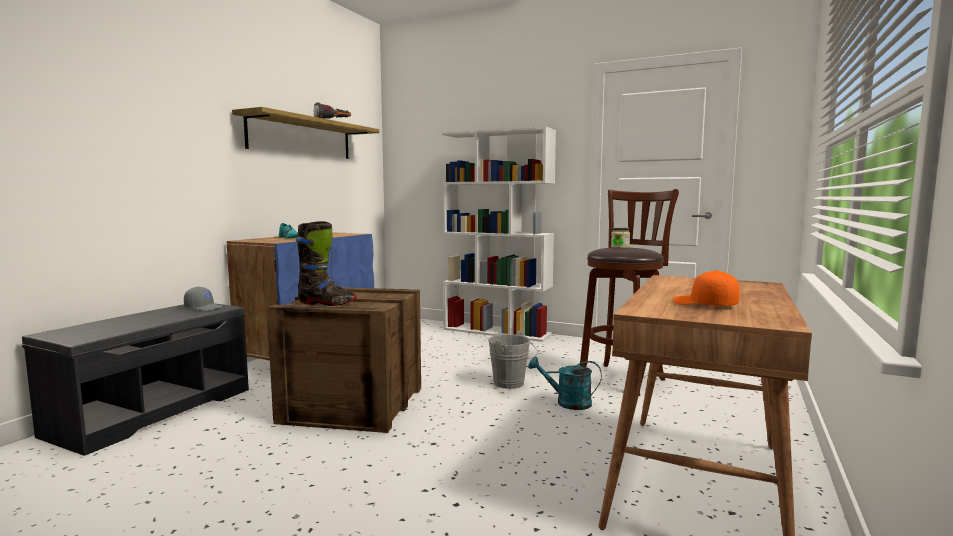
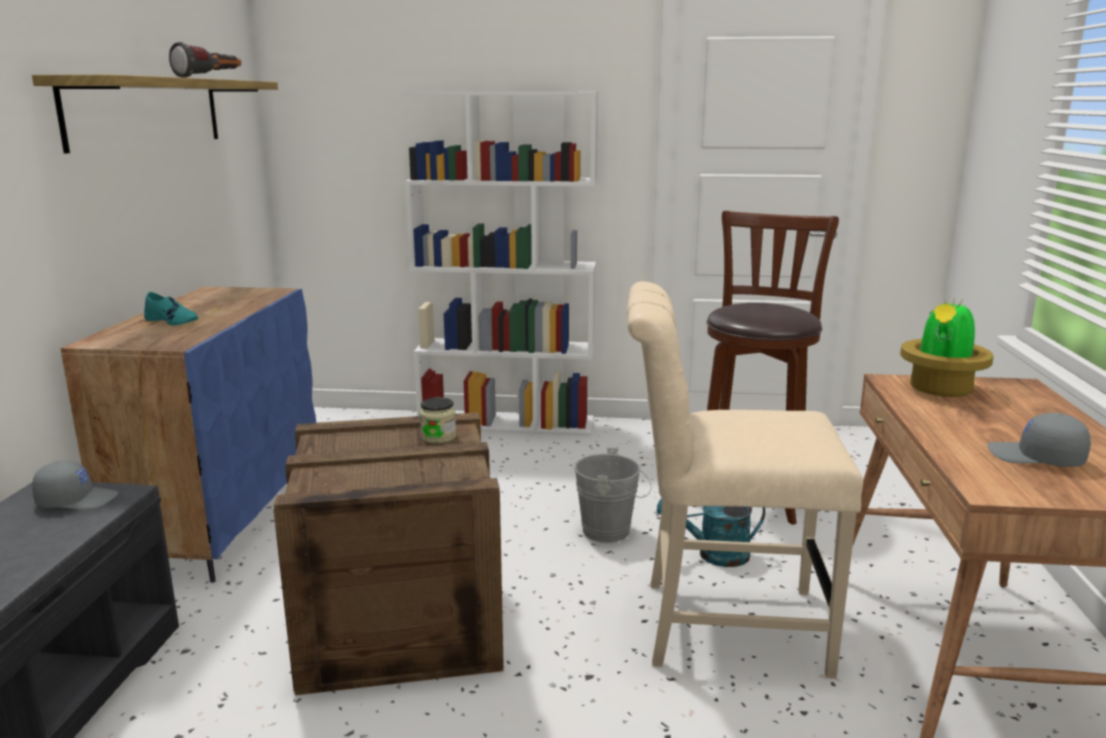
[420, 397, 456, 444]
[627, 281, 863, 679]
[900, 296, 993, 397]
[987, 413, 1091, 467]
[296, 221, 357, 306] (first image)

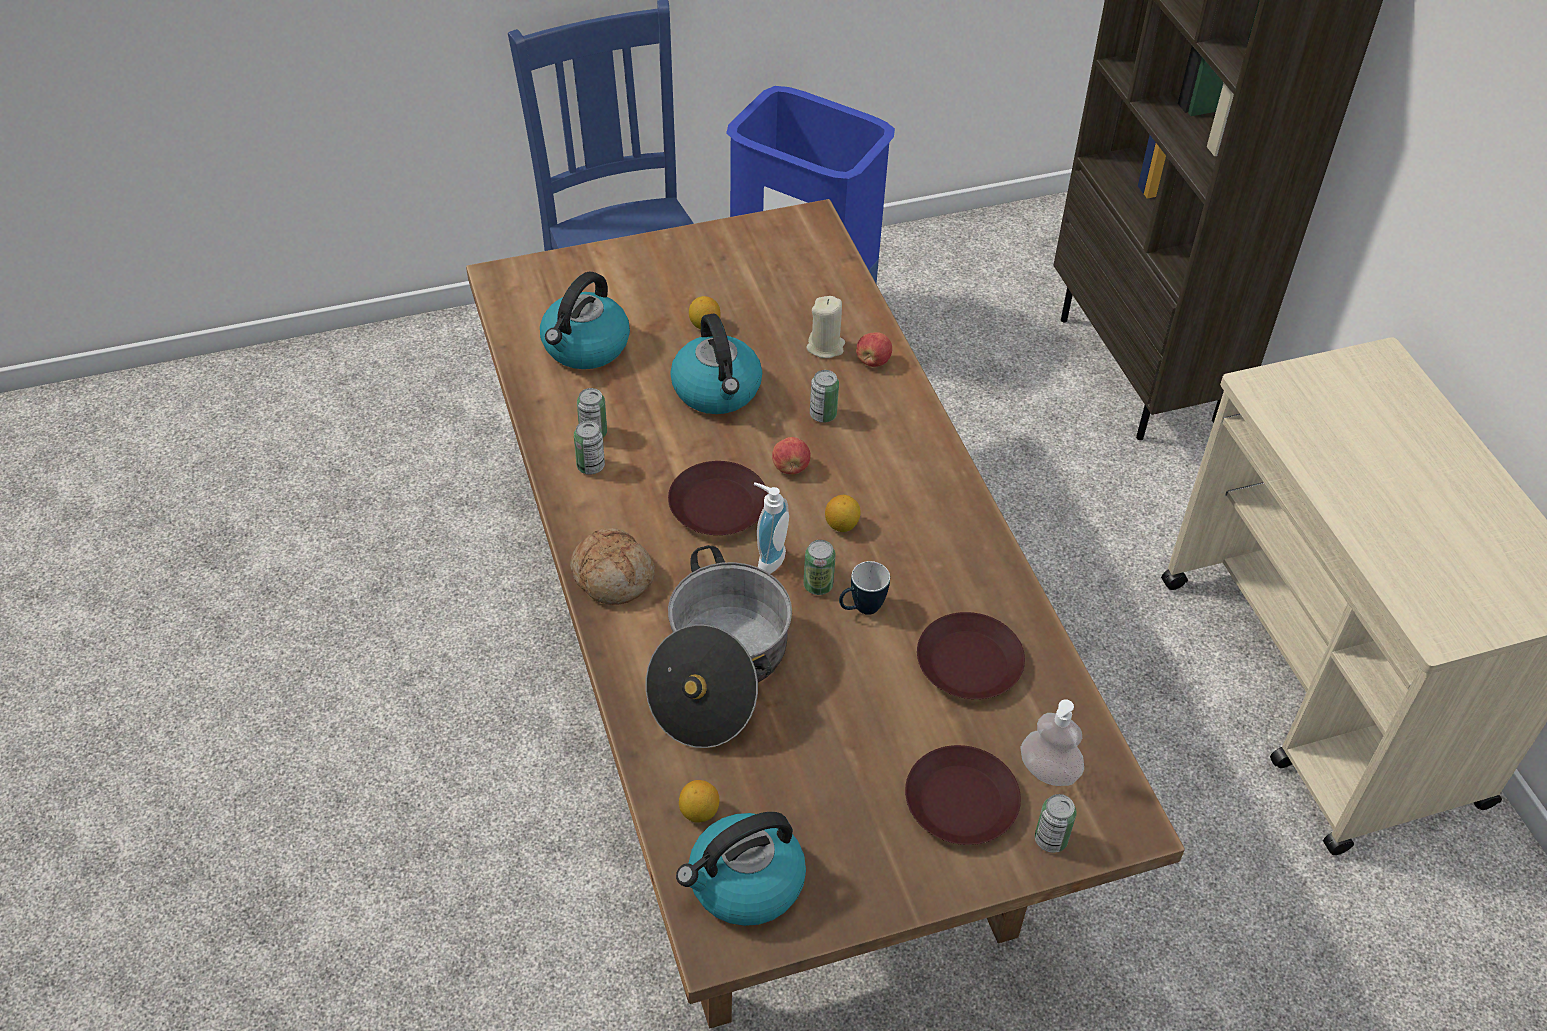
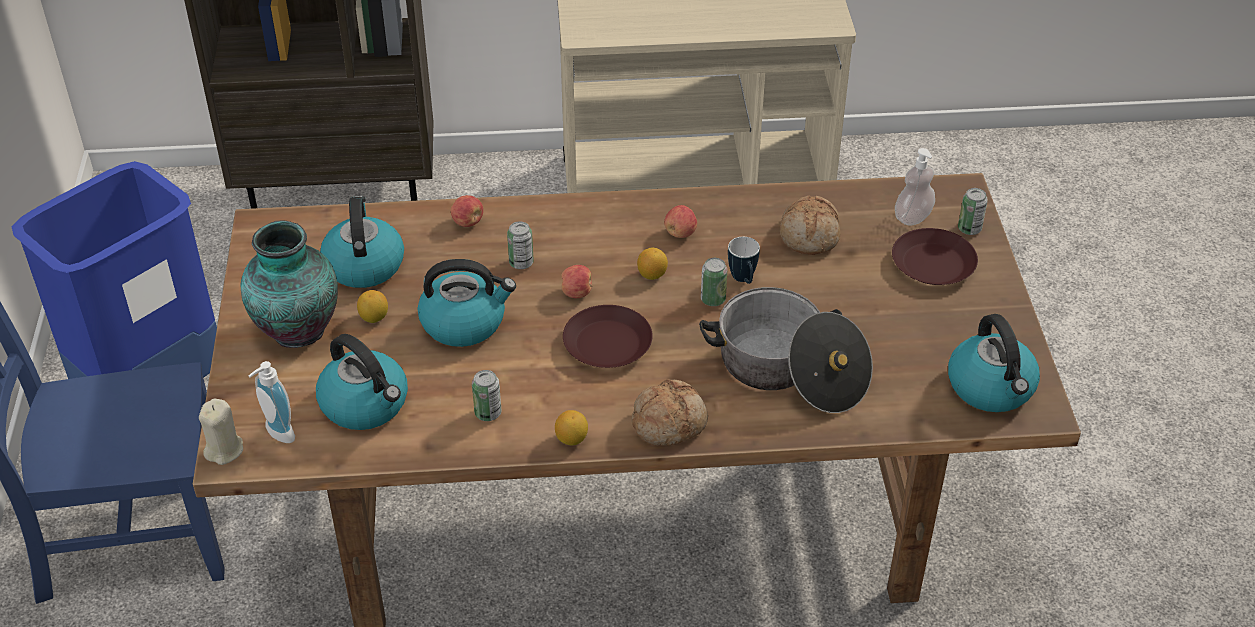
[199, 399, 243, 465]
[241, 221, 338, 348]
[249, 361, 295, 443]
[320, 196, 404, 288]
[555, 410, 588, 445]
[664, 205, 697, 238]
[780, 196, 840, 255]
[574, 421, 605, 475] (first image)

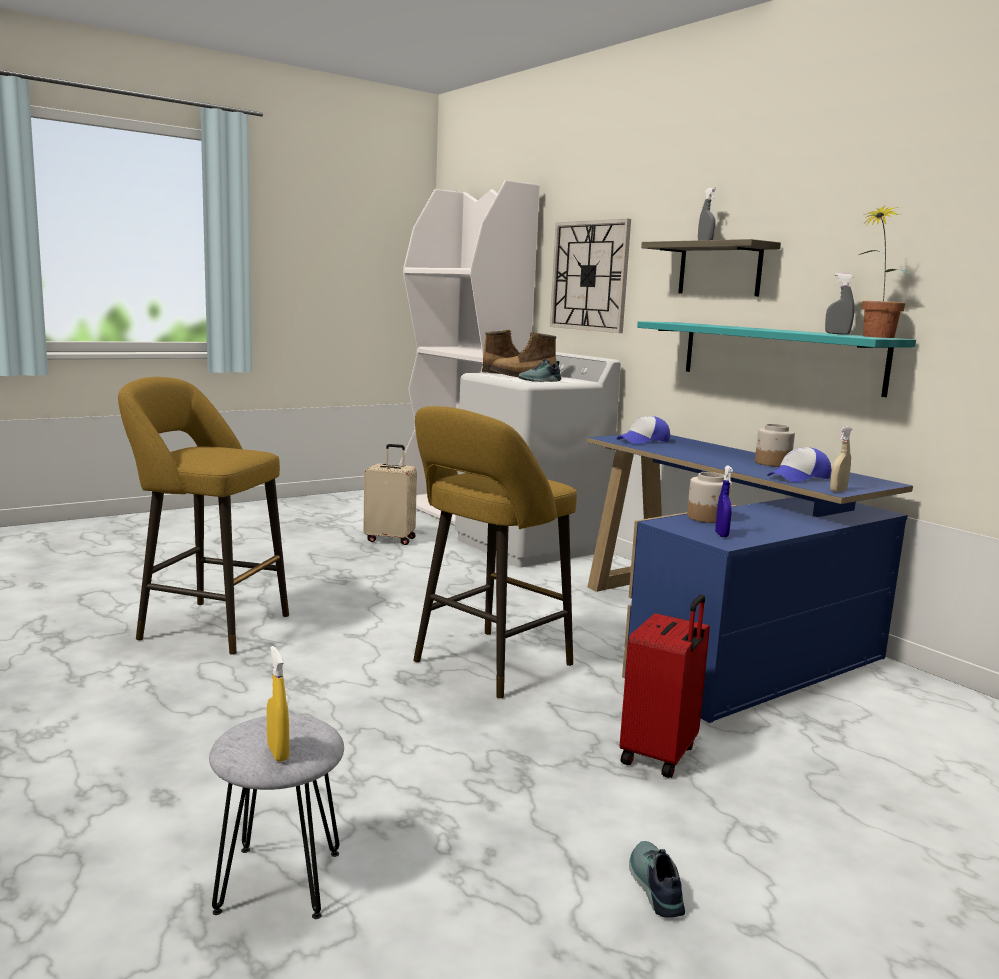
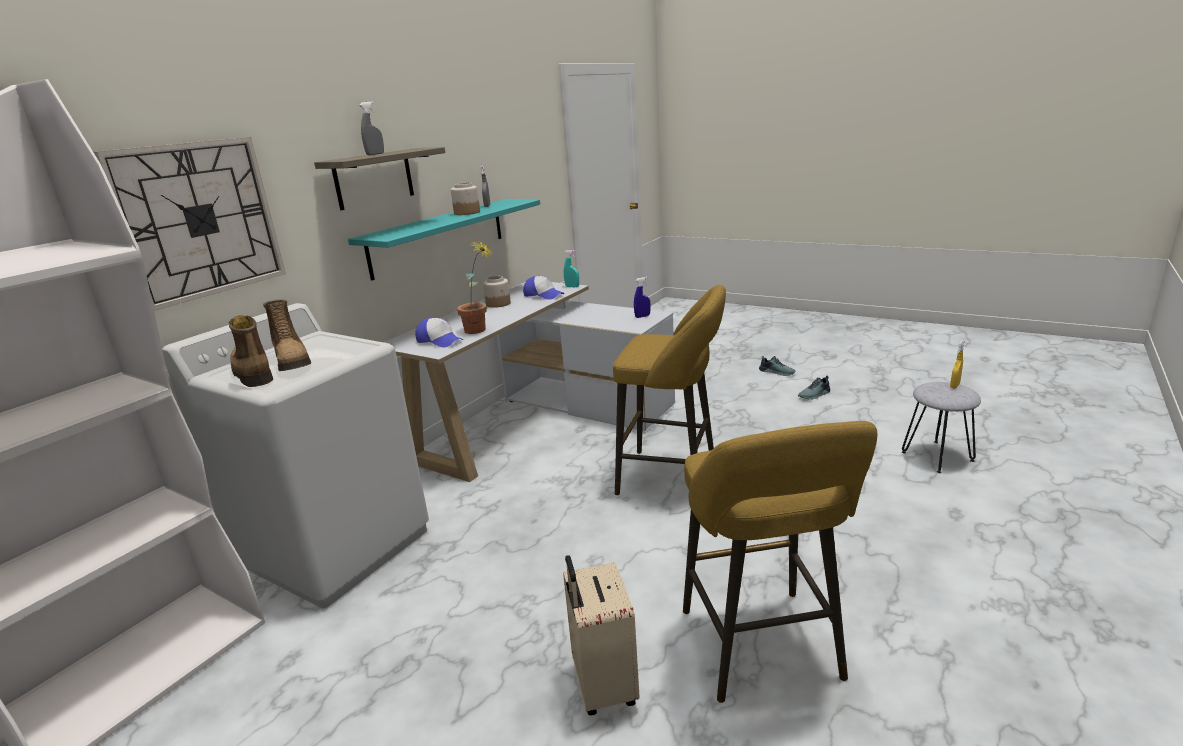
[384, 282, 675, 482]
[451, 182, 480, 215]
[457, 241, 495, 334]
[563, 555, 640, 715]
[564, 250, 579, 287]
[759, 356, 795, 376]
[620, 594, 710, 778] (first image)

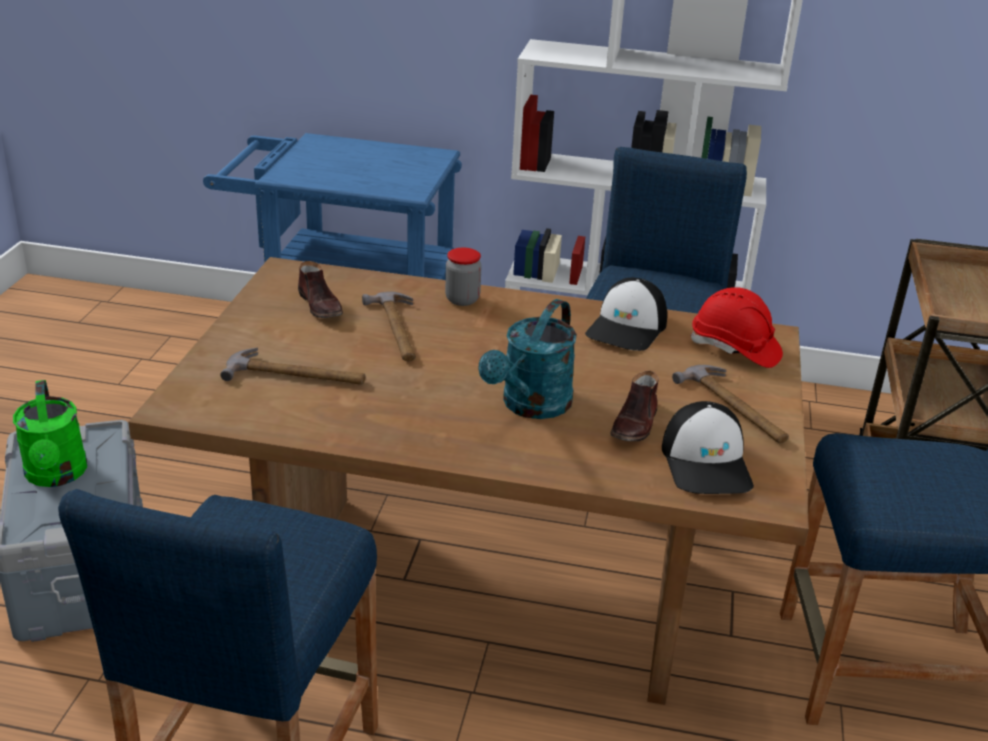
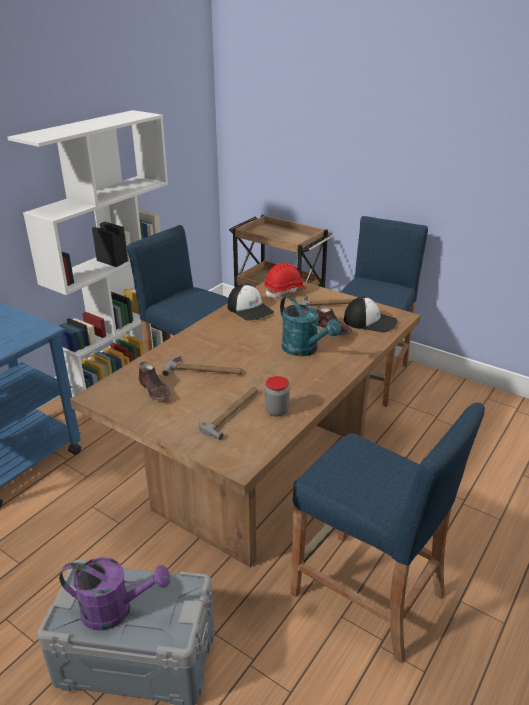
[59, 557, 170, 631]
[139, 362, 171, 400]
[265, 376, 290, 416]

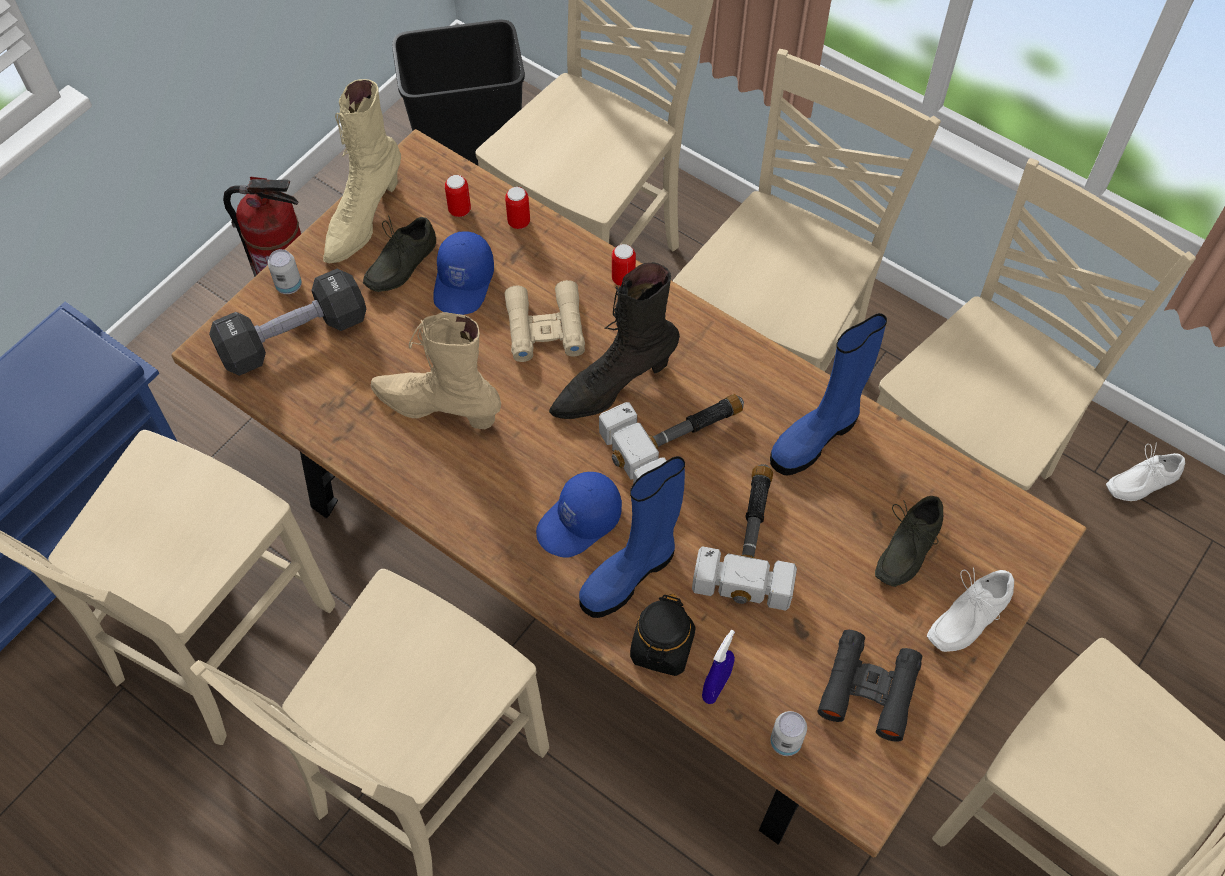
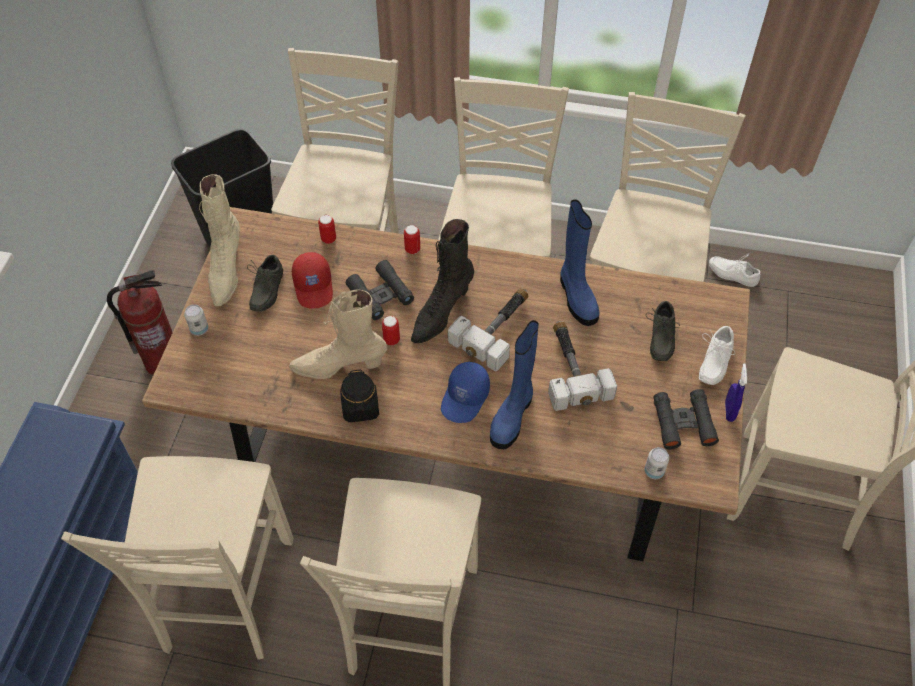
[292, 252, 333, 309]
[340, 369, 379, 422]
[346, 260, 414, 320]
[382, 316, 400, 345]
[560, 199, 600, 326]
[709, 253, 760, 287]
[725, 363, 747, 422]
[209, 269, 366, 376] (first image)

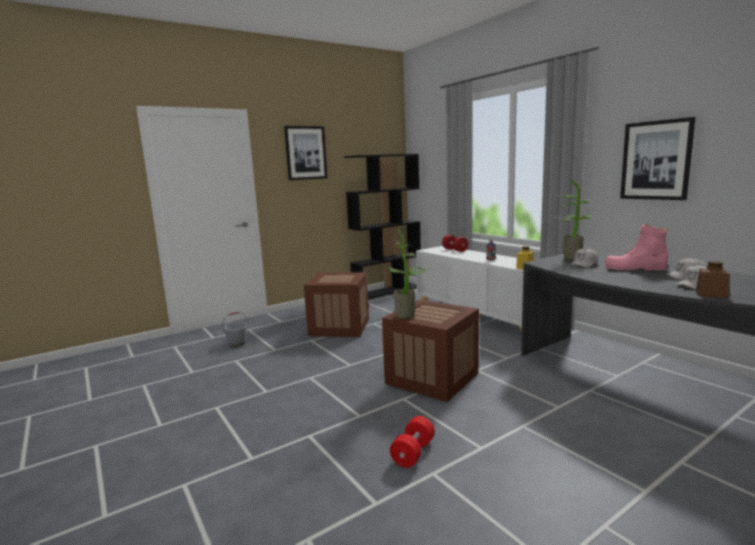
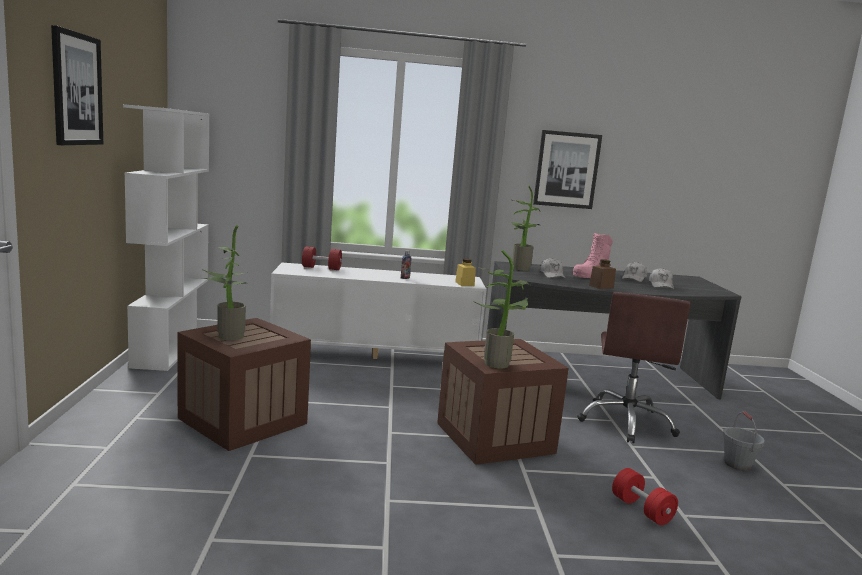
[123, 104, 209, 371]
[201, 225, 246, 340]
[577, 292, 691, 443]
[589, 259, 616, 289]
[723, 411, 765, 471]

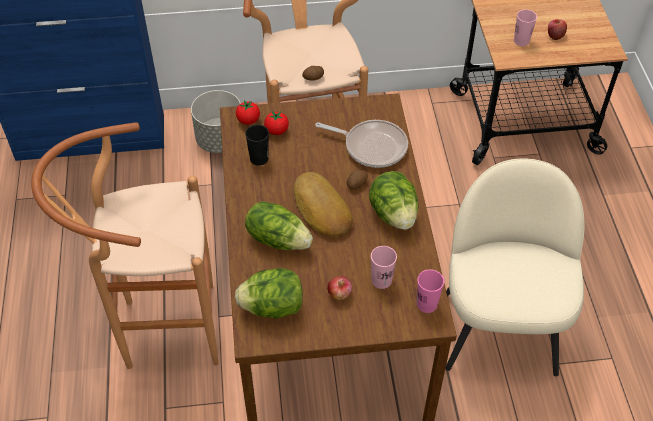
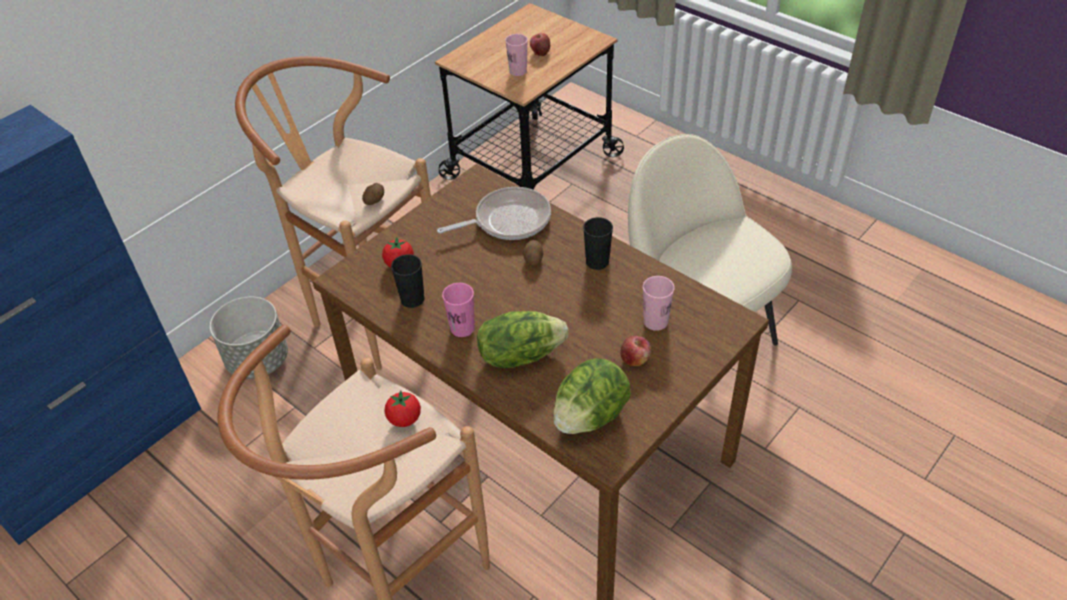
[384, 390, 421, 427]
[442, 283, 475, 337]
[583, 217, 613, 270]
[294, 172, 353, 236] (first image)

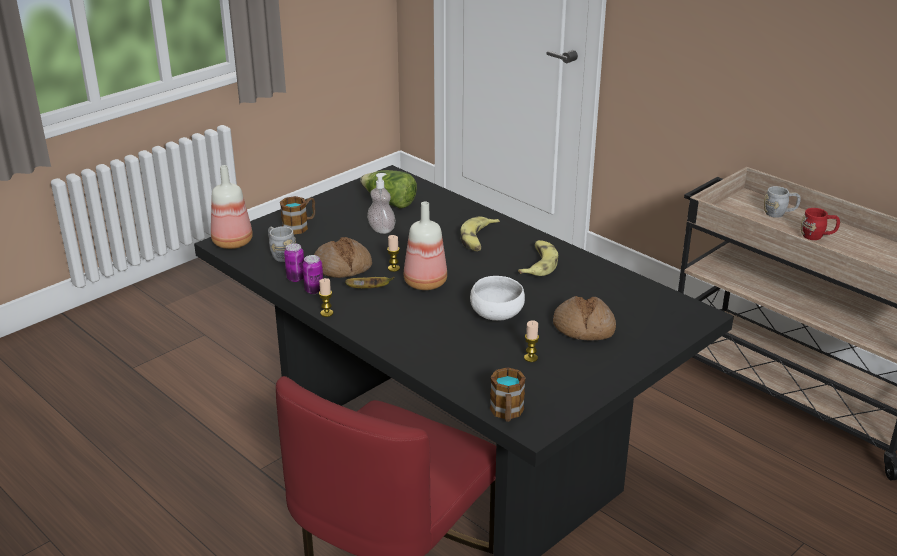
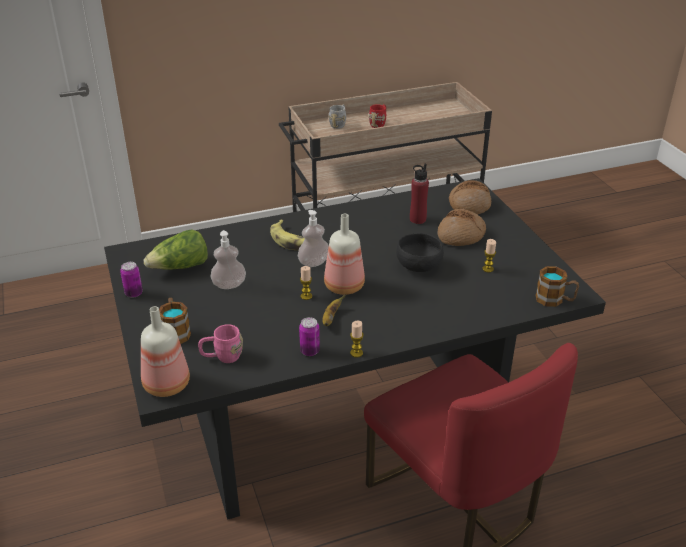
[120, 262, 143, 298]
[198, 324, 243, 363]
[298, 210, 329, 267]
[396, 233, 444, 272]
[410, 163, 429, 224]
[449, 180, 491, 215]
[518, 240, 558, 276] (first image)

